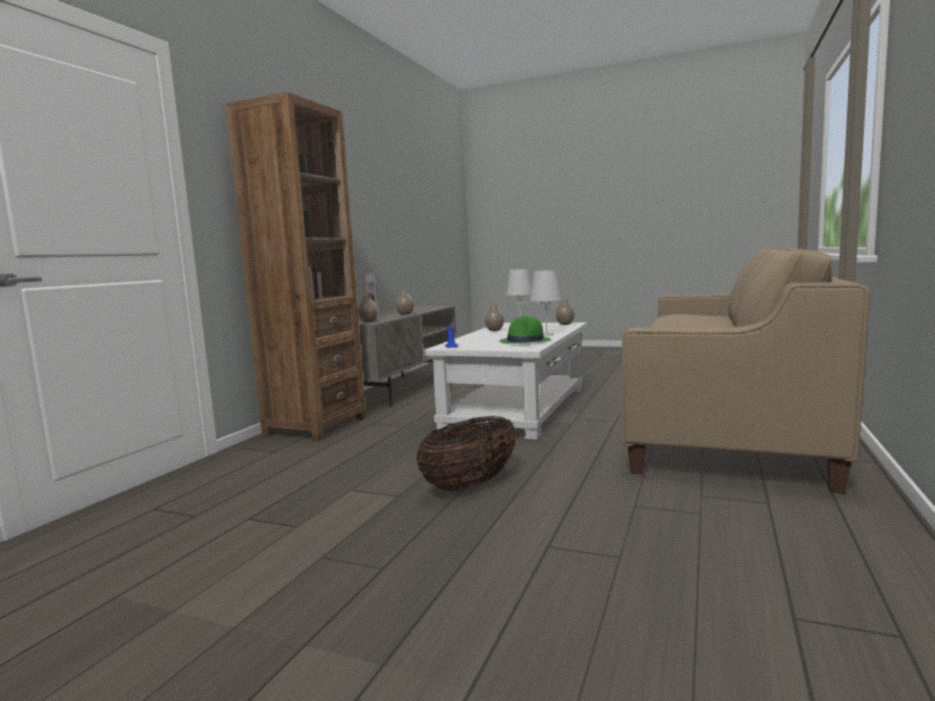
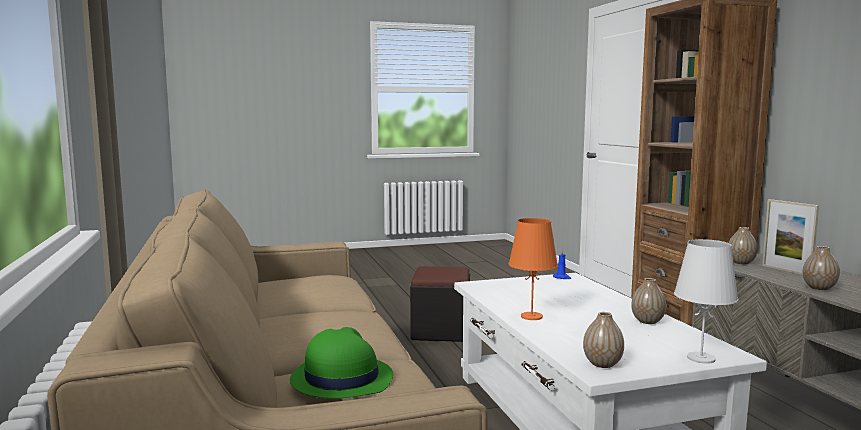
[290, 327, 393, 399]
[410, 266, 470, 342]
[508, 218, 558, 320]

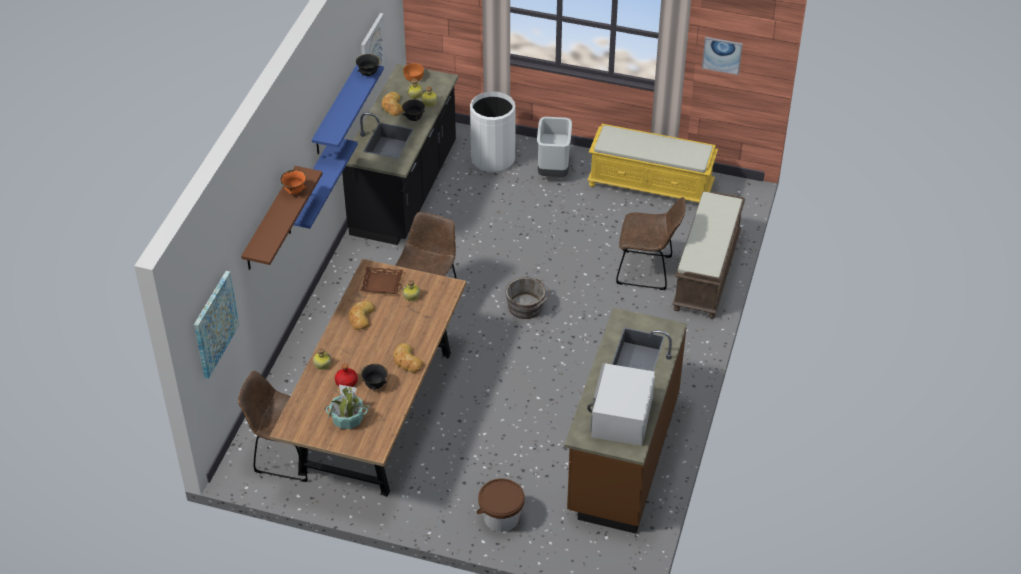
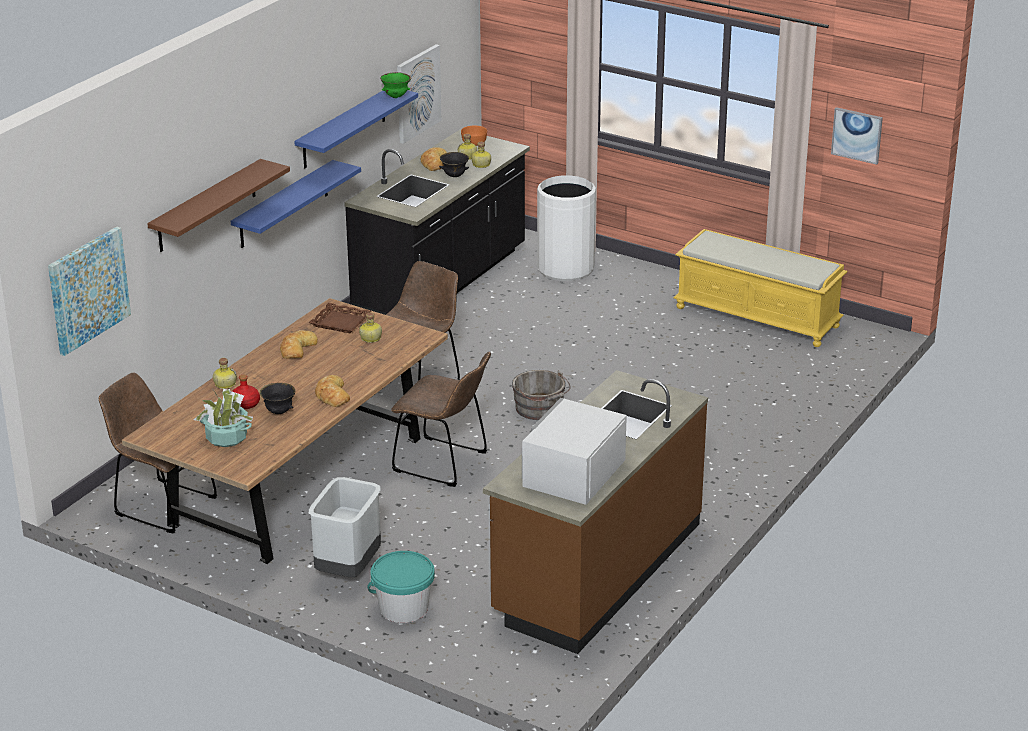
[309, 477, 381, 577]
[367, 551, 435, 623]
[380, 72, 411, 98]
[391, 352, 491, 487]
[280, 170, 307, 195] (first image)
[672, 191, 745, 319] (first image)

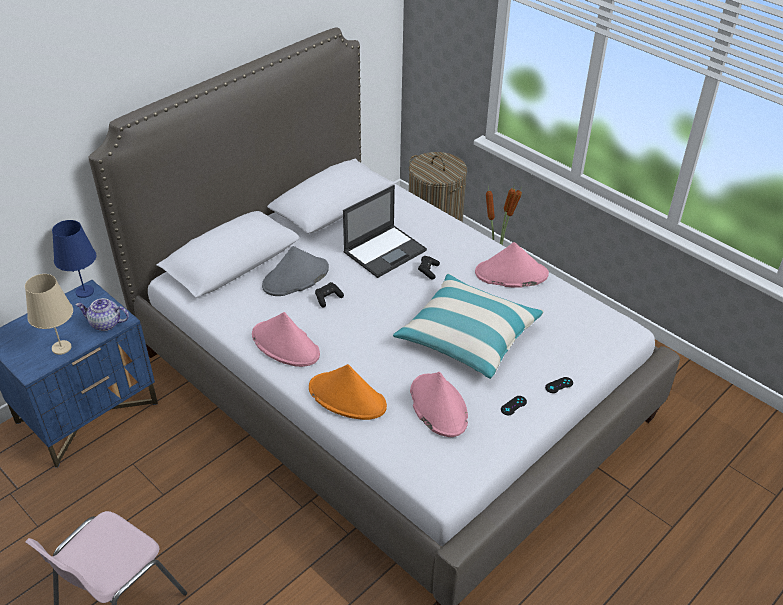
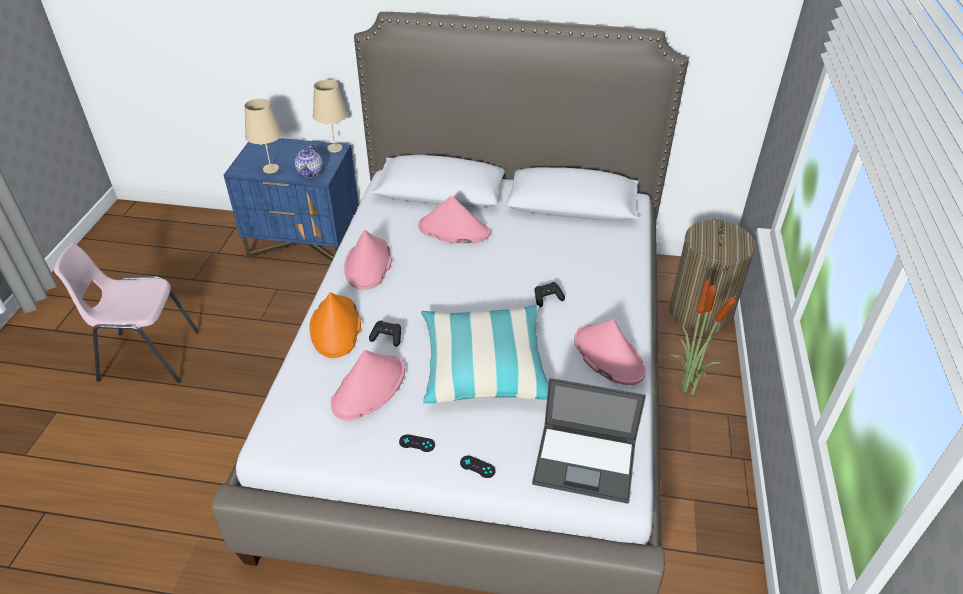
[295, 145, 323, 178]
[312, 80, 348, 152]
[369, 321, 401, 347]
[418, 196, 490, 244]
[532, 378, 646, 504]

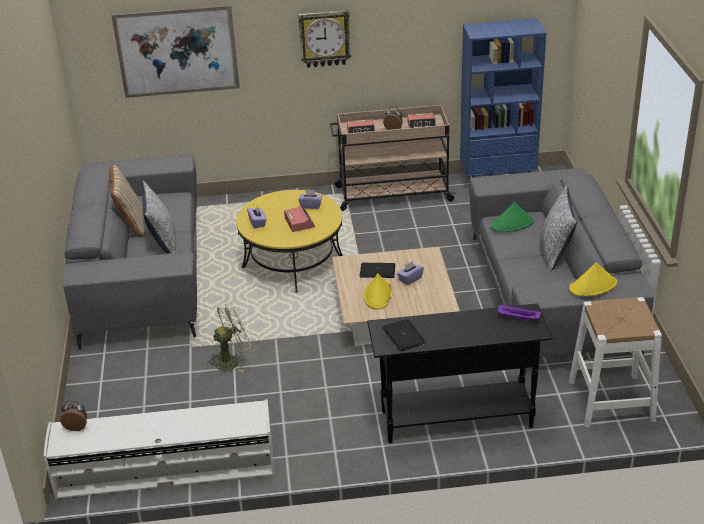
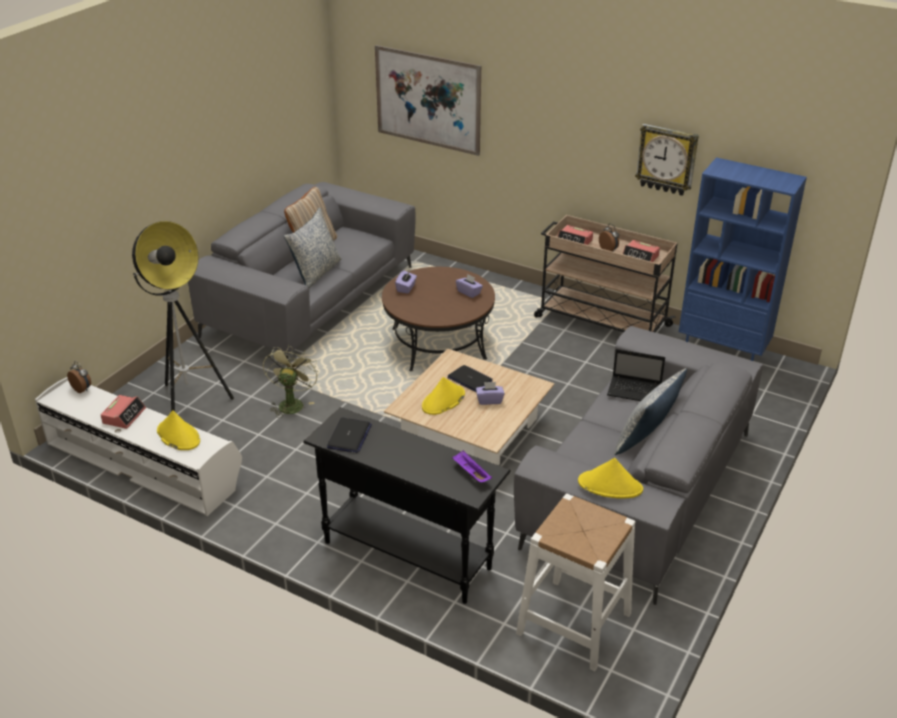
[101, 395, 146, 429]
[132, 221, 234, 412]
[157, 410, 200, 450]
[263, 345, 319, 418]
[382, 267, 495, 371]
[607, 349, 665, 401]
[635, 124, 699, 196]

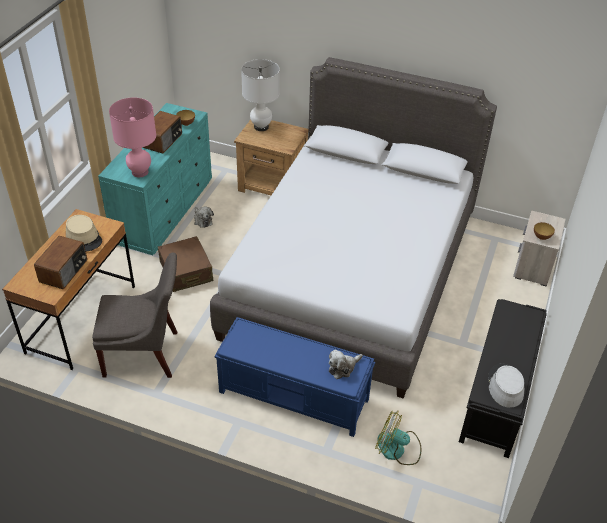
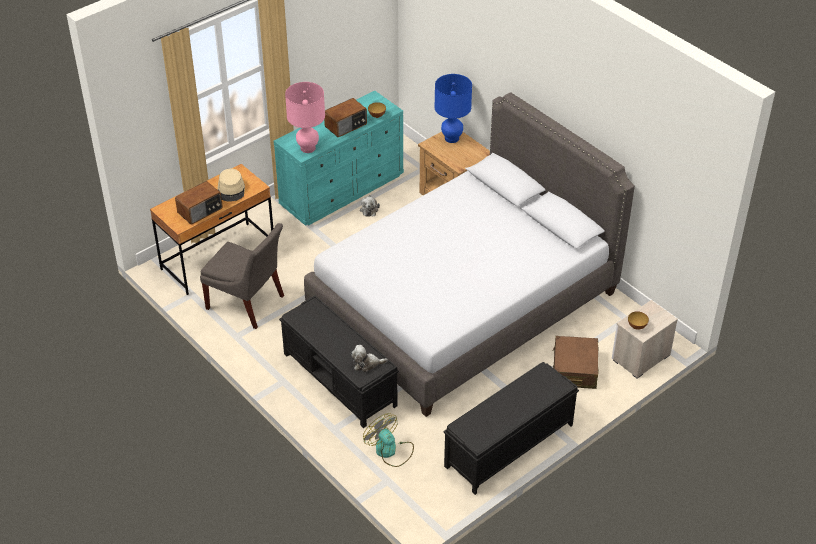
[279, 295, 399, 428]
[434, 74, 472, 143]
[552, 336, 599, 389]
[488, 363, 524, 408] (first image)

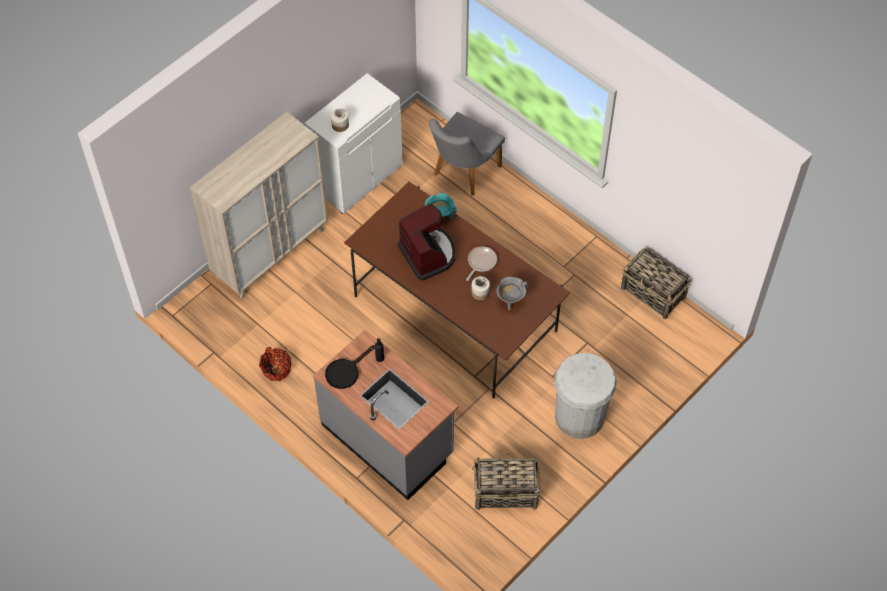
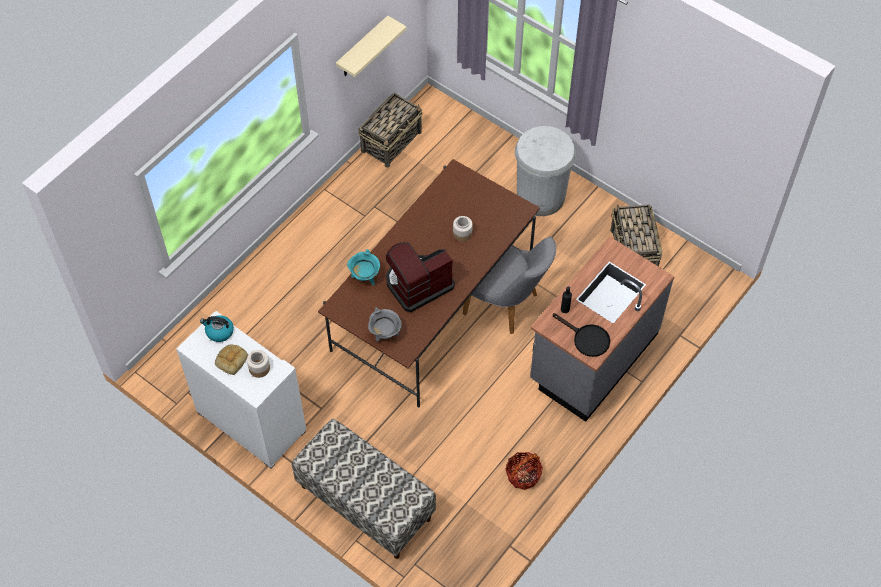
[200, 315, 234, 342]
[215, 345, 248, 375]
[292, 419, 436, 559]
[336, 15, 406, 77]
[368, 307, 402, 341]
[463, 237, 556, 334]
[466, 246, 497, 281] (first image)

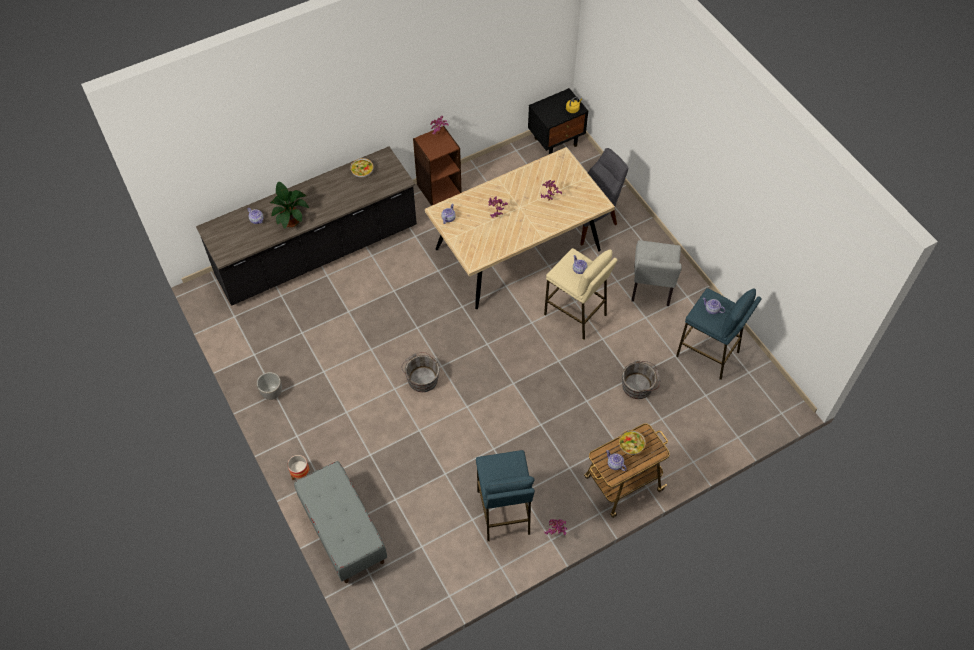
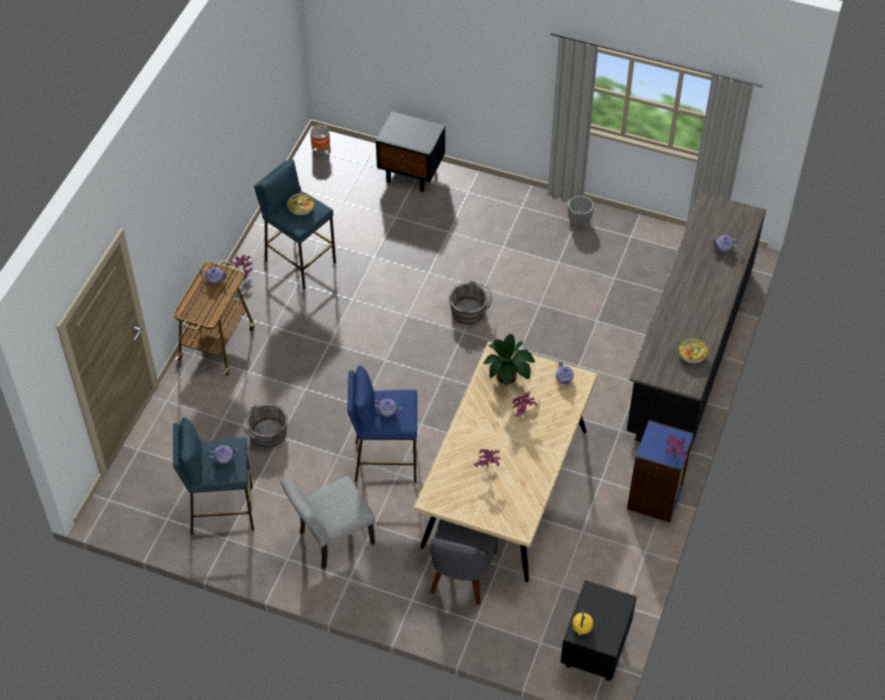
[281, 476, 375, 569]
[287, 193, 314, 215]
[310, 125, 331, 157]
[347, 365, 417, 483]
[376, 112, 445, 192]
[484, 334, 535, 385]
[627, 420, 694, 523]

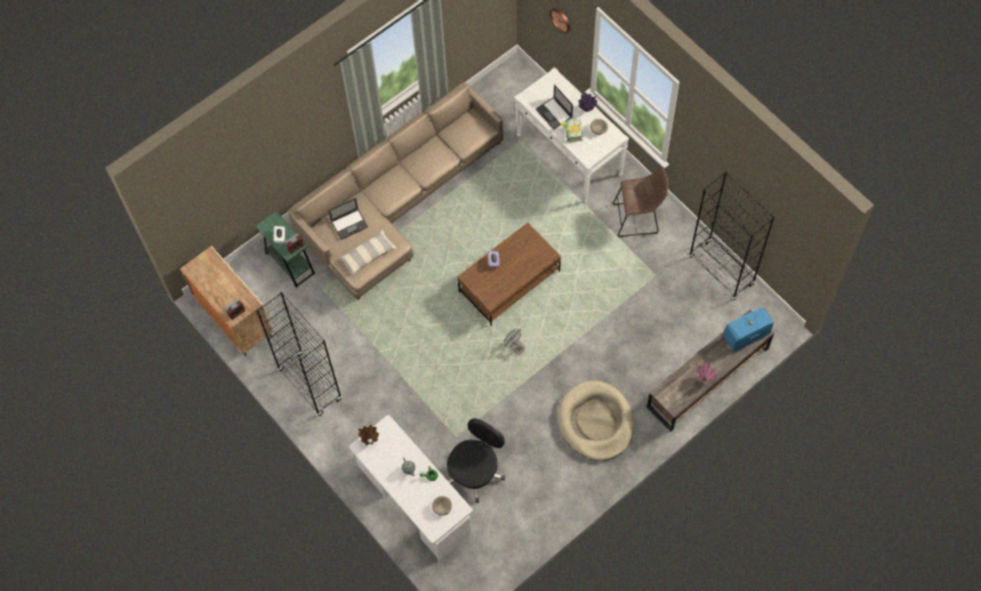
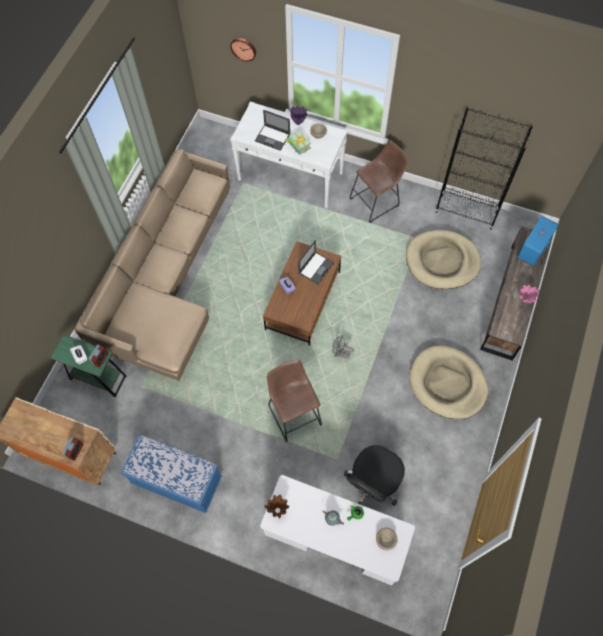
[120, 435, 222, 513]
[267, 359, 322, 442]
[298, 240, 334, 284]
[344, 445, 405, 506]
[406, 230, 481, 289]
[339, 230, 397, 276] (first image)

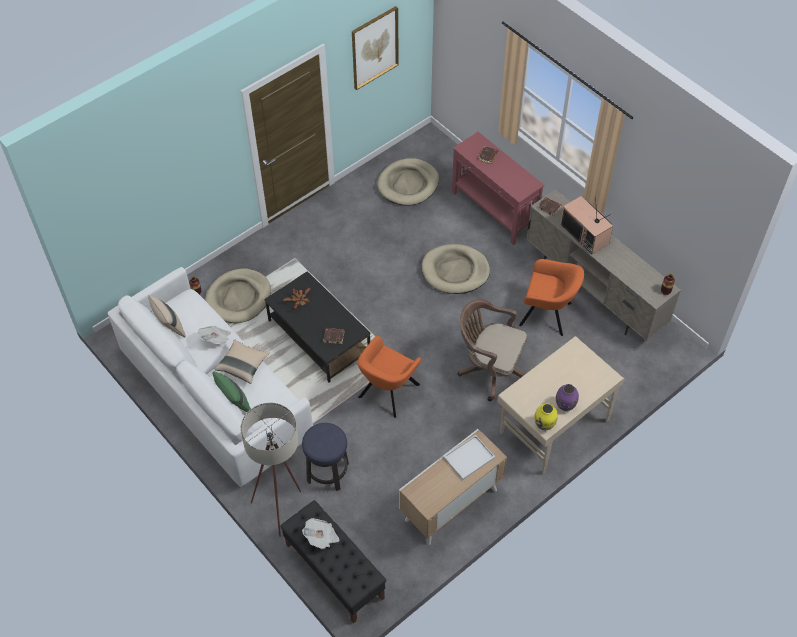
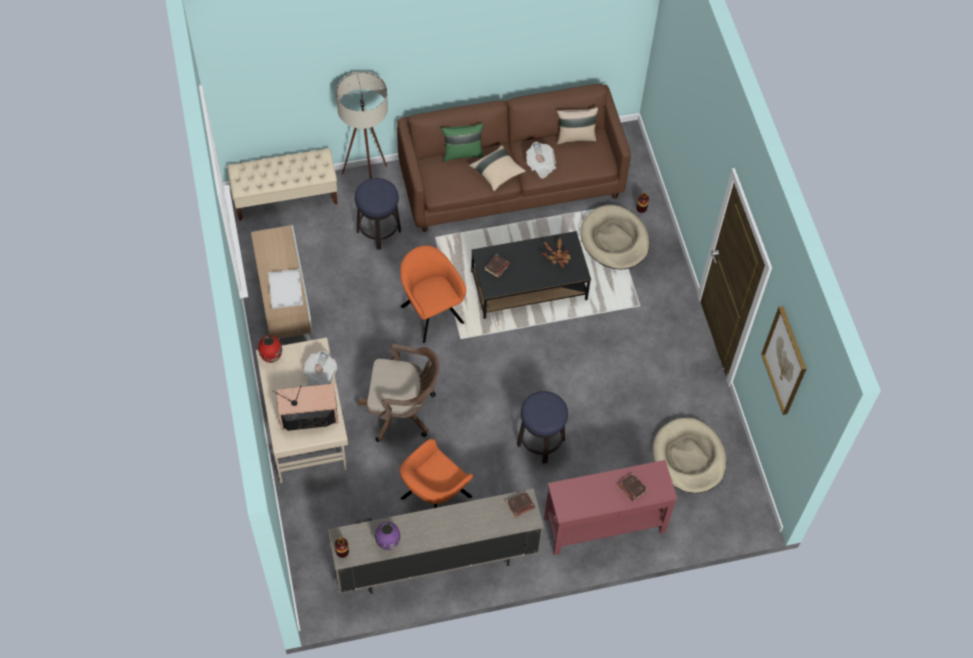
[227, 148, 338, 221]
[258, 335, 282, 363]
[273, 384, 338, 431]
[304, 351, 337, 386]
[357, 344, 440, 442]
[375, 522, 400, 550]
[397, 84, 631, 232]
[517, 391, 568, 463]

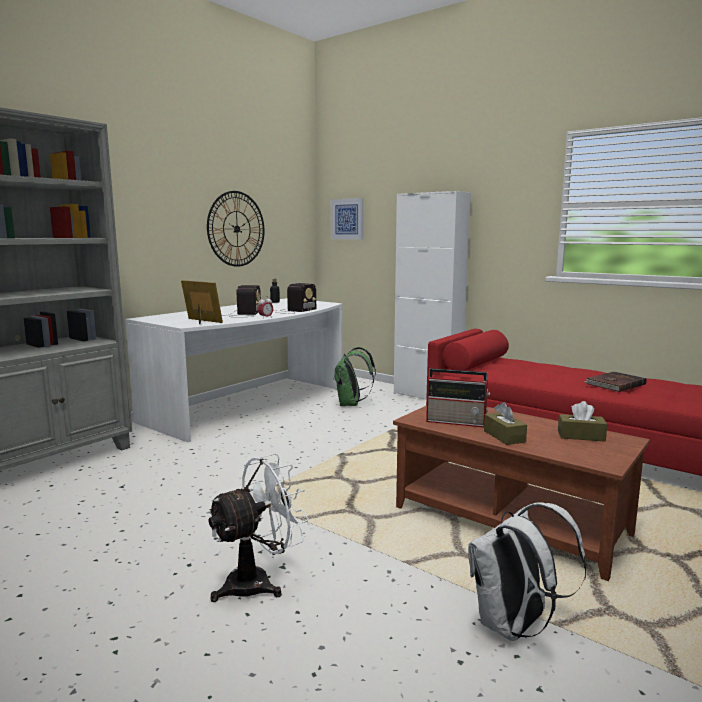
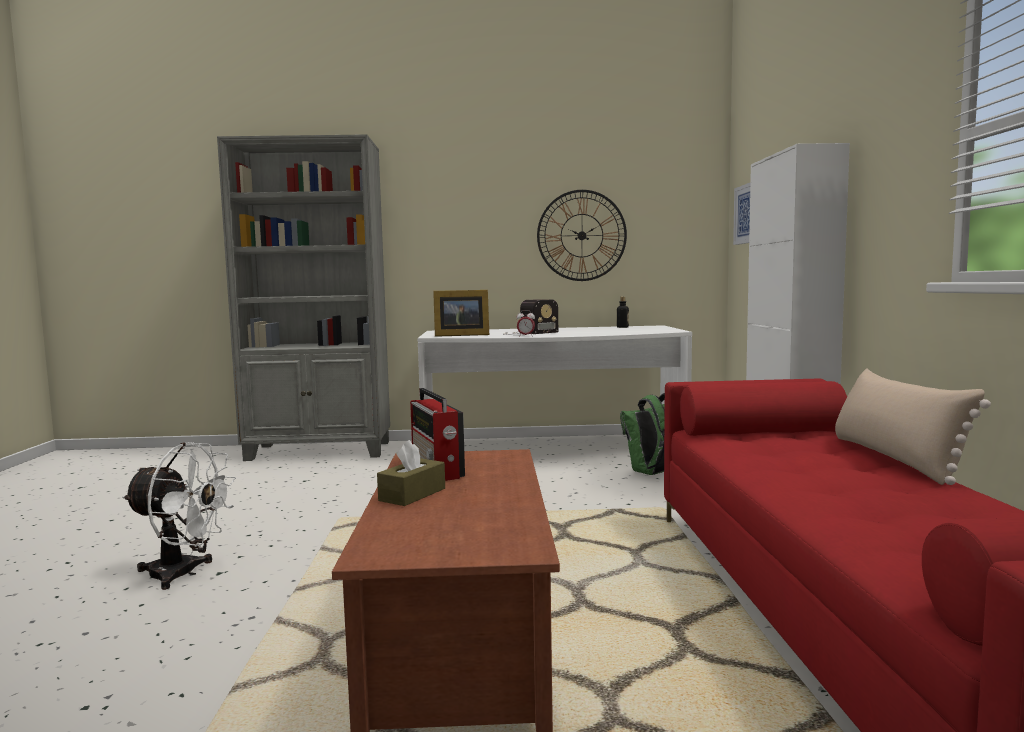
[433, 290, 489, 337]
[835, 368, 991, 485]
[274, 283, 316, 314] (first image)
[468, 502, 586, 641] (first image)
[558, 401, 607, 442] (first image)
[583, 372, 647, 392] (first image)

